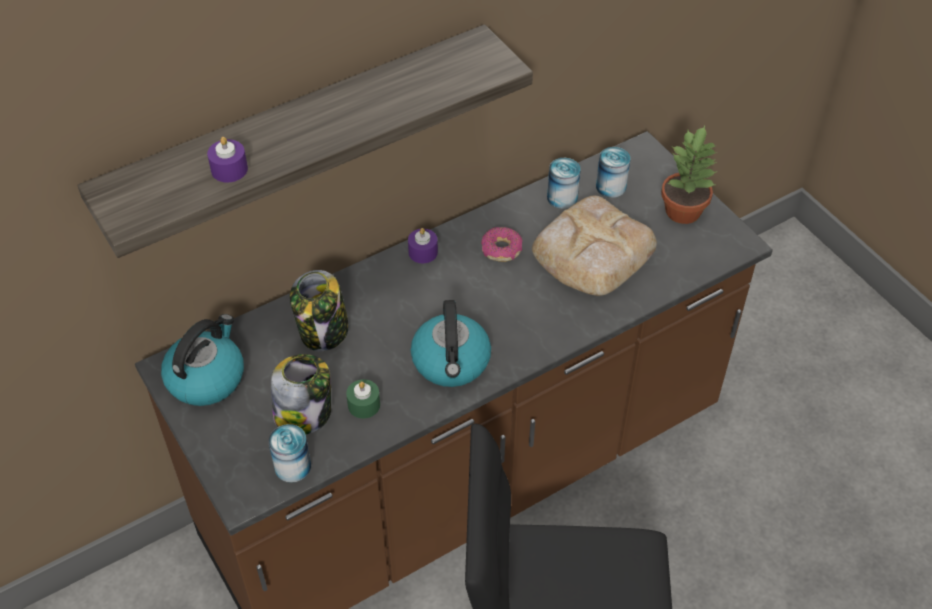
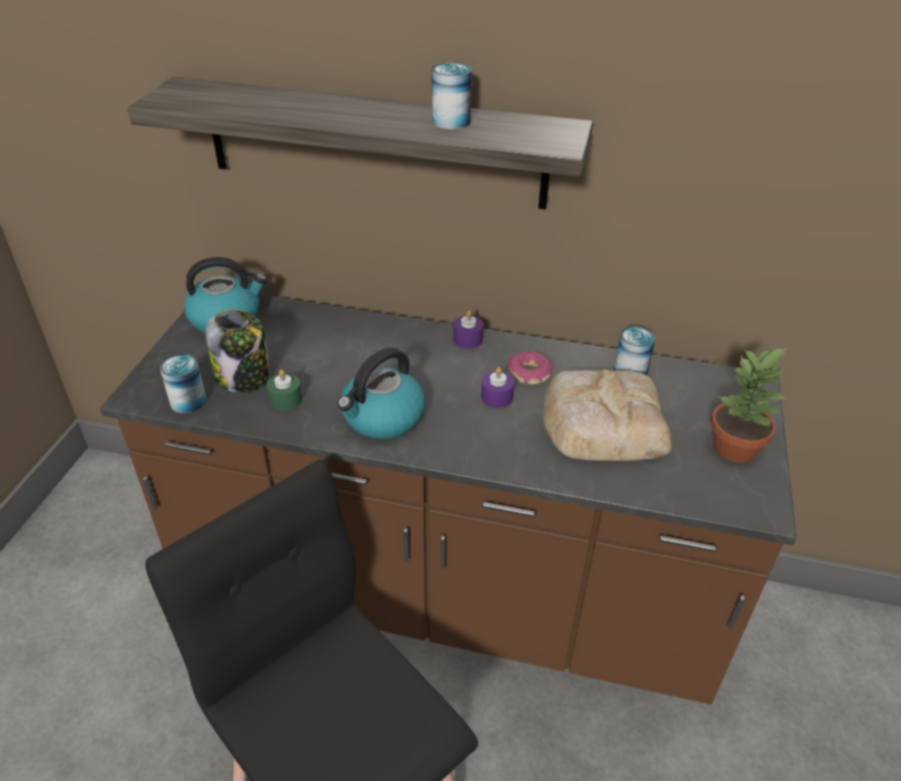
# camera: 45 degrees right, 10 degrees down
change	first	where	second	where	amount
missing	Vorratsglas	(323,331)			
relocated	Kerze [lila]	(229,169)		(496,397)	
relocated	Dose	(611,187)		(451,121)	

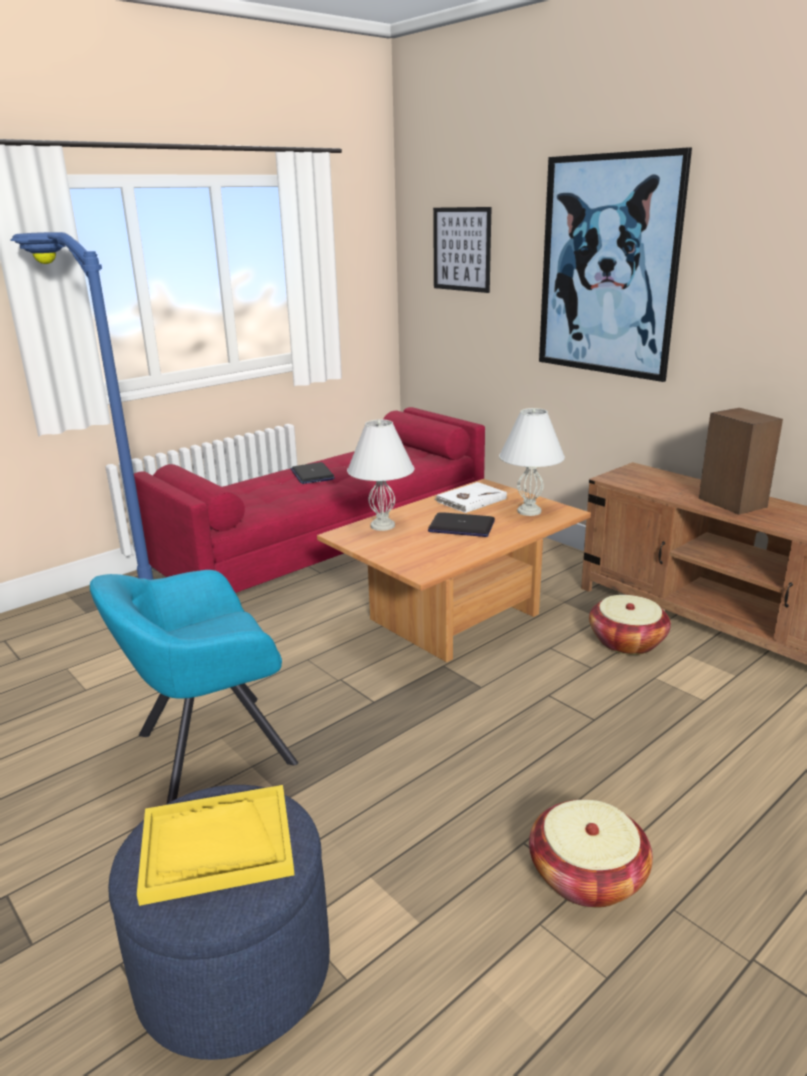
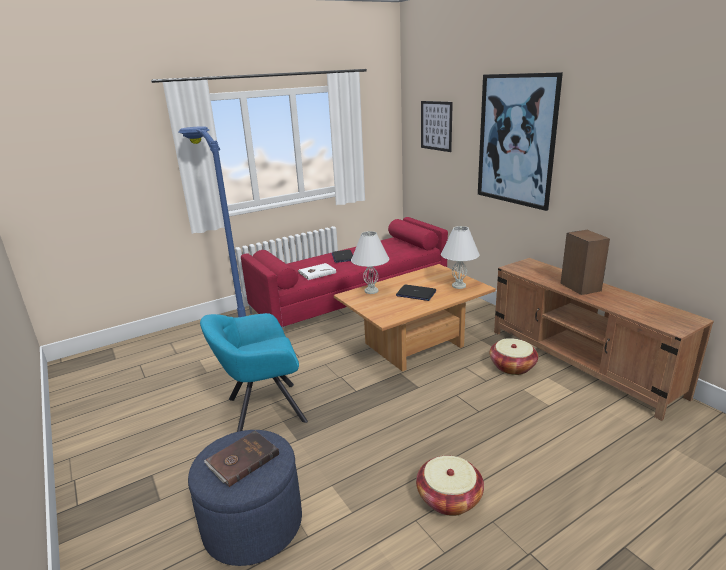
# camera: 10 degrees right, 0 degrees up
change	first	where	second	where	amount
relocated	Buch [weiß]	(470,500)		(317,273)	
exchanged	Tablett [gelb]	(217,846)	Buch [braun]	(242,459)	

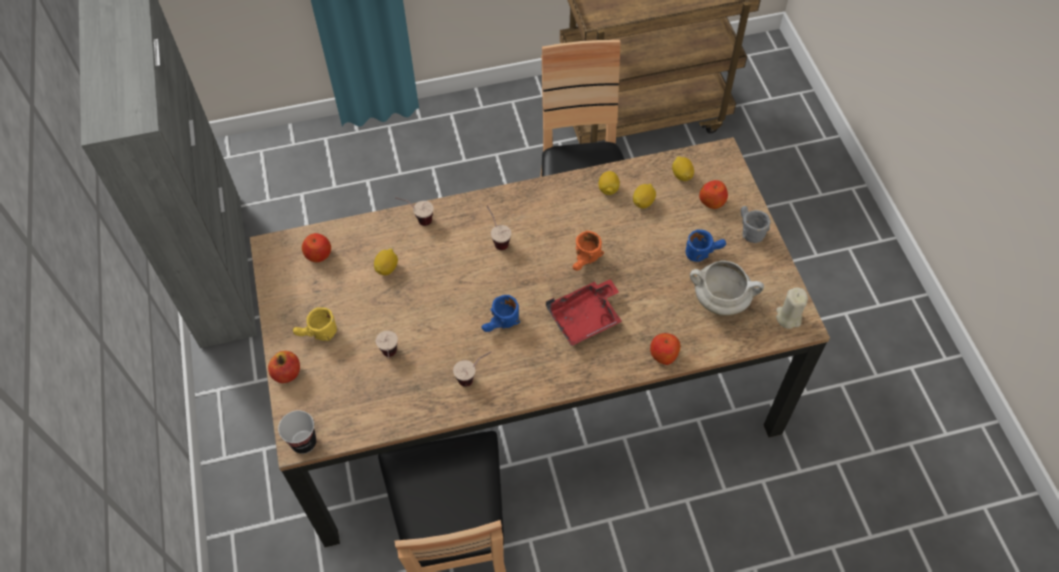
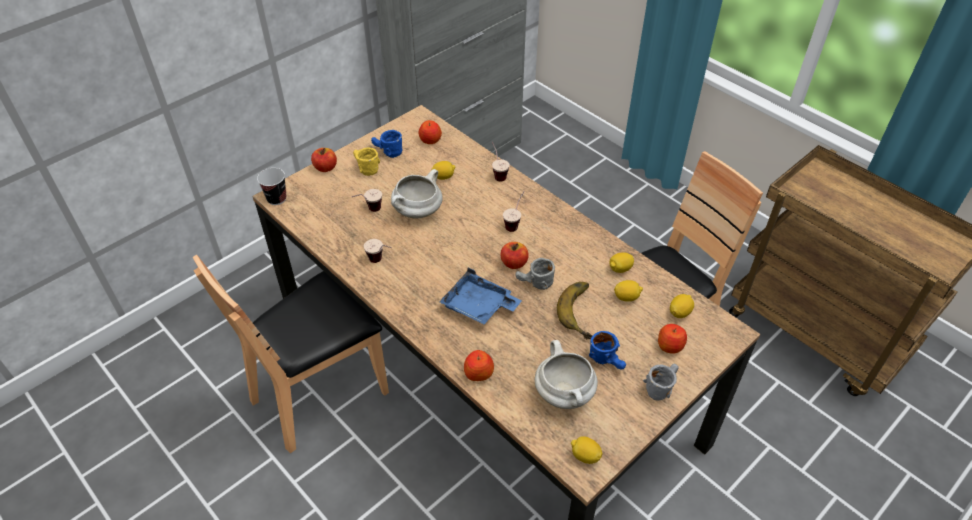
# camera: 60 degrees right, 10 degrees down
change	first	where	second	where	amount
appeared			Kochtopf [weiß]	(417,212)	
appeared			Apfel	(514,263)	
appeared			Banane	(583,311)	
relocated	Henkelbecher [blau]	(501,325)		(387,152)	
exchanged	Kerze [beige]	(788,317)	Zitrone	(585,456)	
colour	Tablett [rot]	(585,318)	Tablett [blau]	(479,306)	
colour	Henkelbecher [orange]	(585,262)	Henkelbecher [grau]	(534,284)	

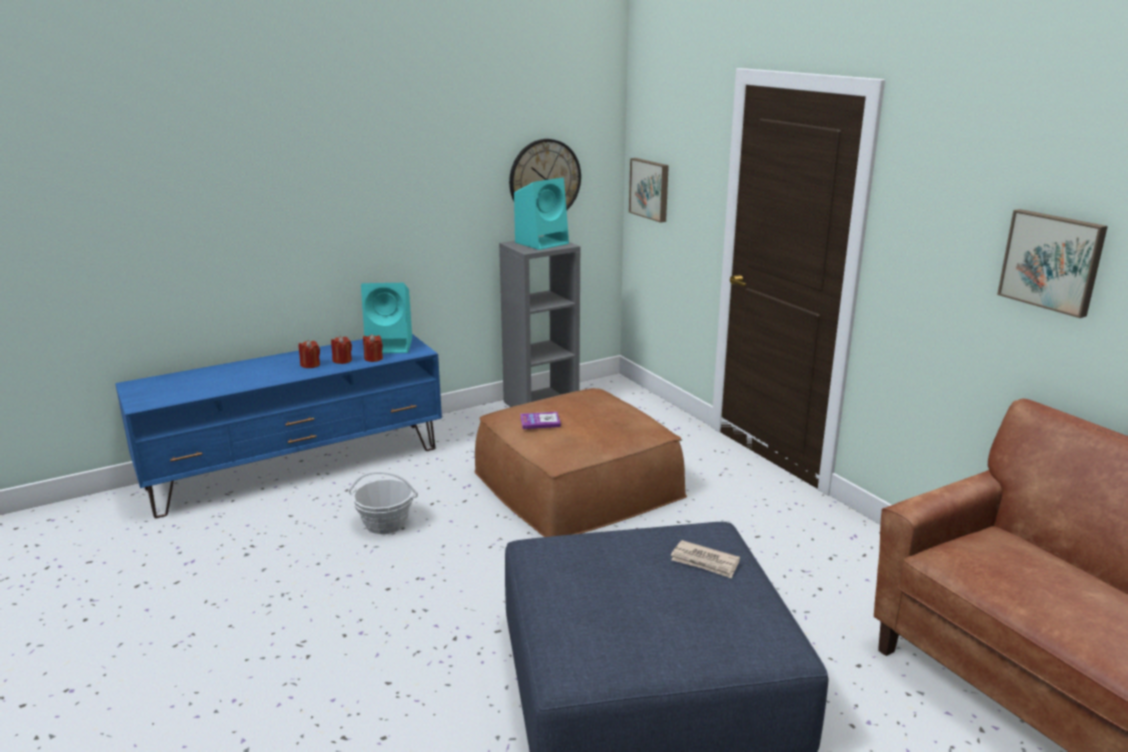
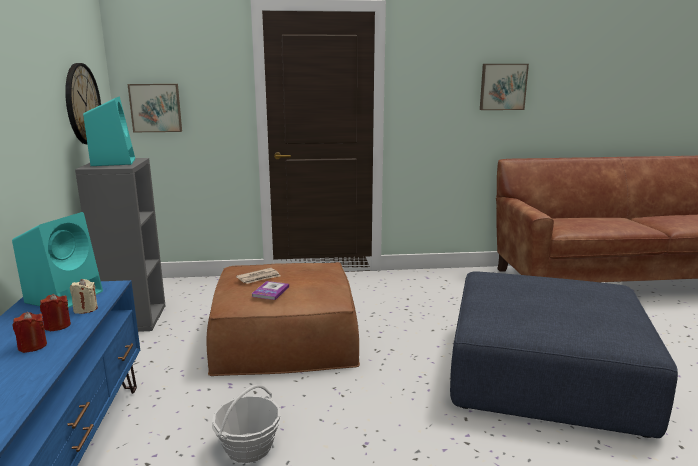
# camera: 65 degrees left, 5 degrees down
change	first	where	second	where	amount
relocated	Zeitung	(705,562)		(259,278)	
colour	Kerze [rot]	(373,358)	Kerze [beige]	(85,309)	

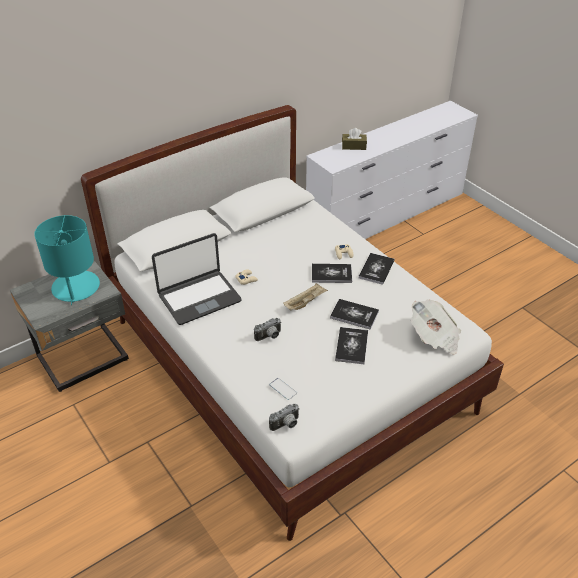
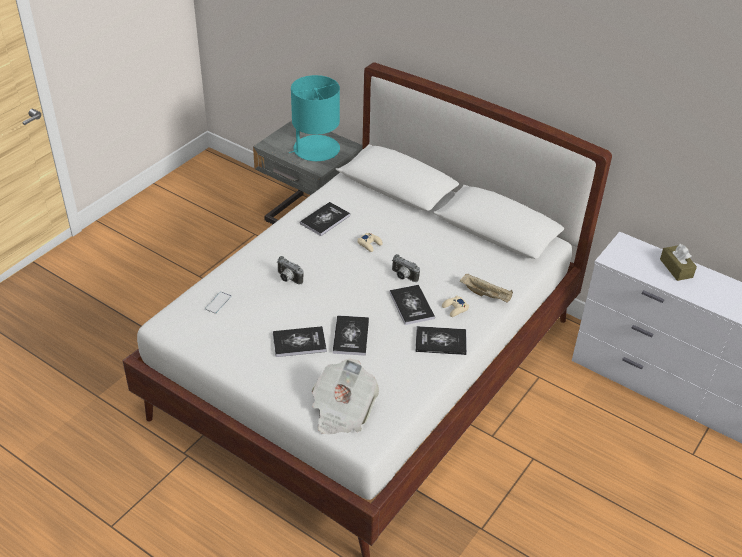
# camera: 70 degrees right, 0 degrees up
change	first	where	second	where	amount
relocated	Kamera	(286,425)		(403,276)	
relocated	Tablett [beige]	(305,302)		(486,295)	
exchanged	Laptop	(199,298)	Buch	(325,219)	

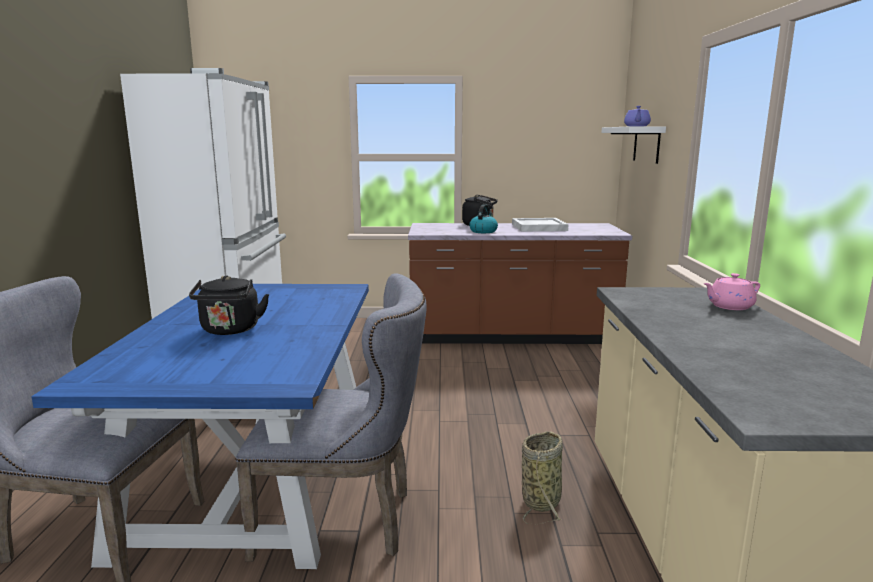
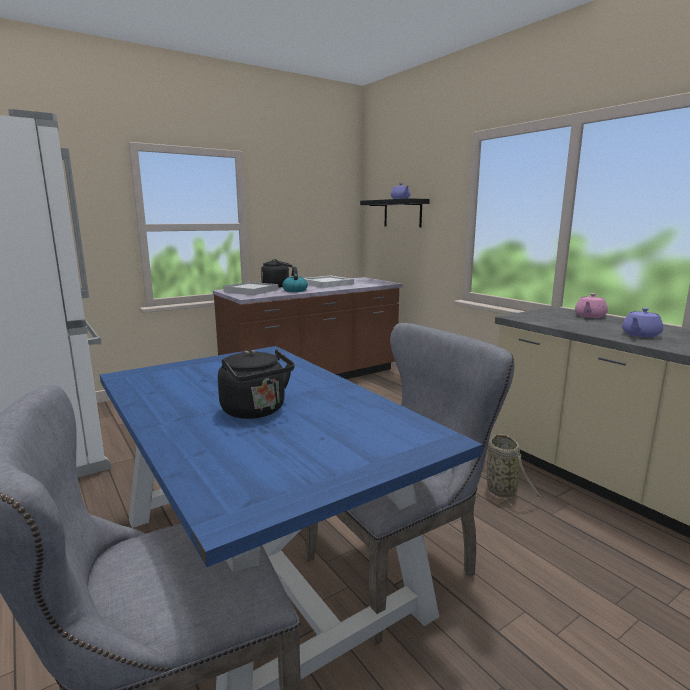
# camera: 35 degrees left, 0 degrees up
change	first	where	second	where	amount
appeared			Tablett [weiß]	(251,291)	
appeared			Teekanne [lila]	(640,335)	
colour	Wandregal [weiß]	(646,144)	Wandregal [schwarz]	(402,213)	

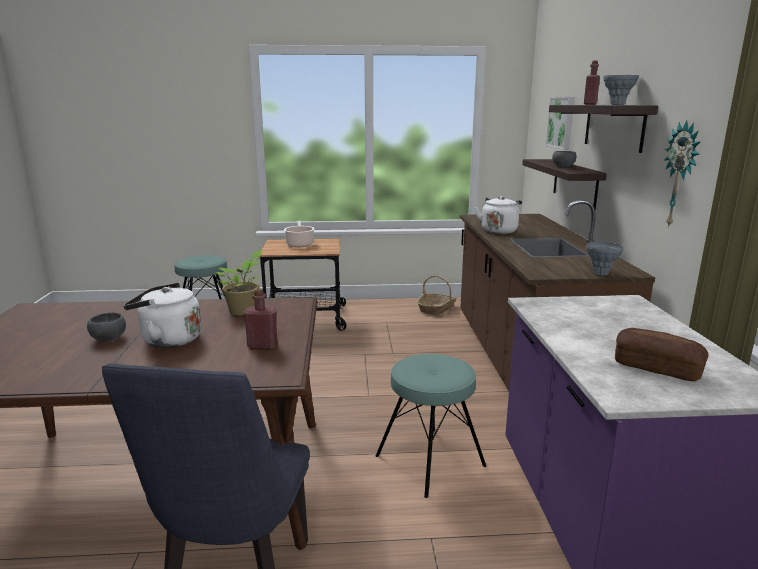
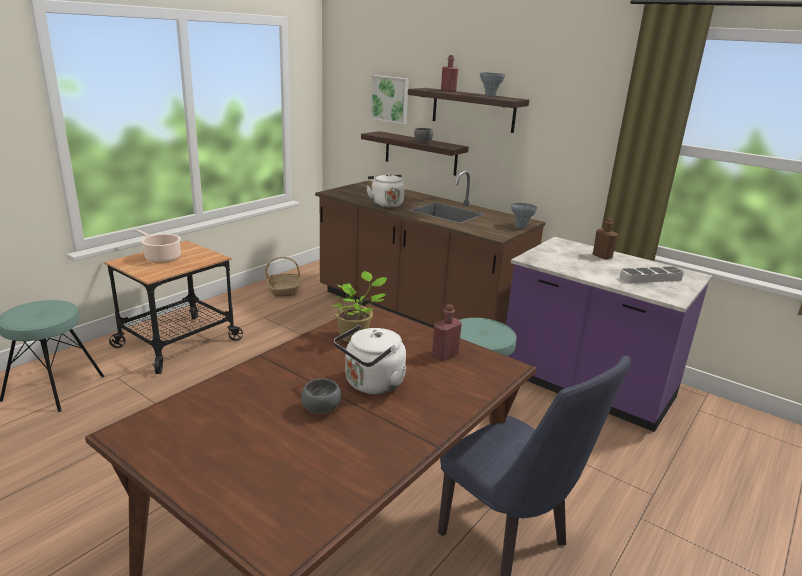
# camera: 50 degrees left, 5 degrees up
change	first	where	second	where	amount
missing	Wanduhr	(681,175)			
appeared			Flasche [braun]	(602,256)	
exchanged	Brot	(657,368)	Tablett [grau]	(650,278)	

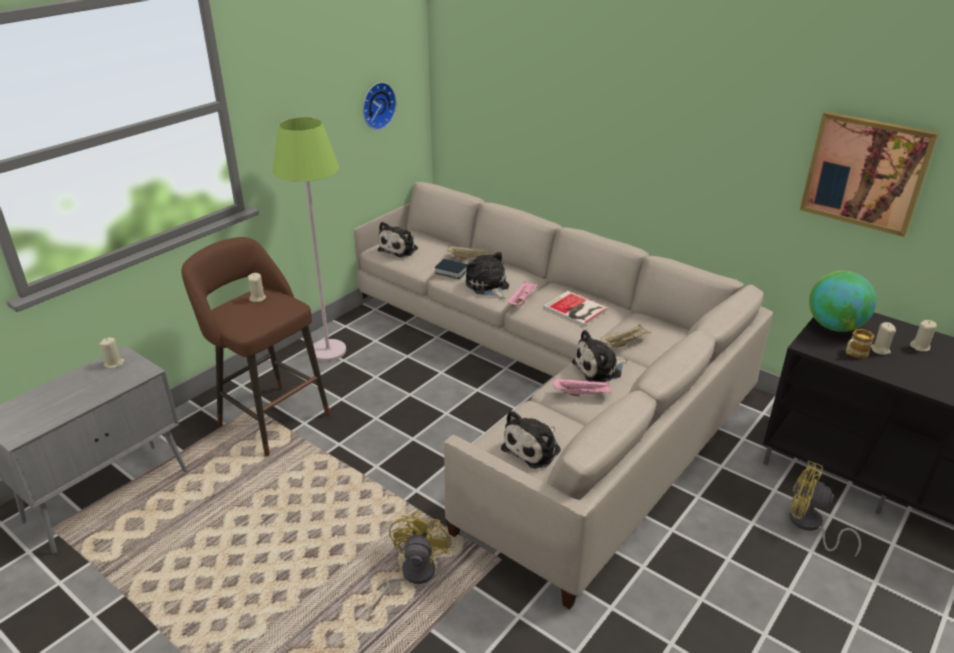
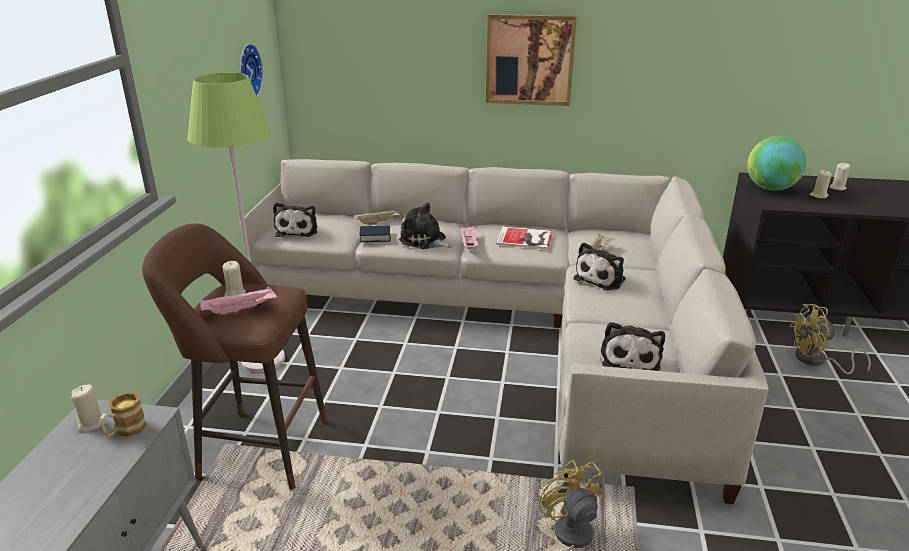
# camera: 30 degrees left, 5 degrees down
change	first	where	second	where	amount
relocated	Tablett [rosa]	(582,394)		(241,310)	
relocated	Bild	(865,172)		(529,60)	
relocated	Henkelbecher	(854,354)		(125,430)	

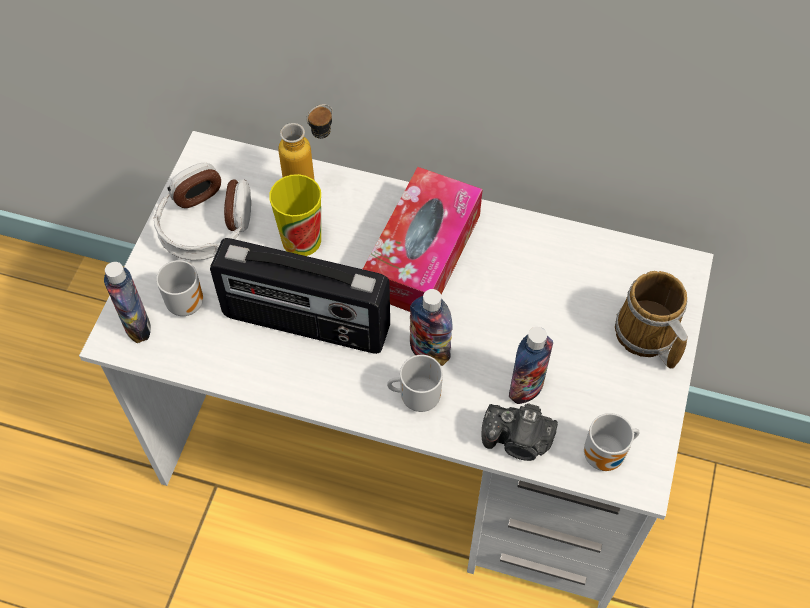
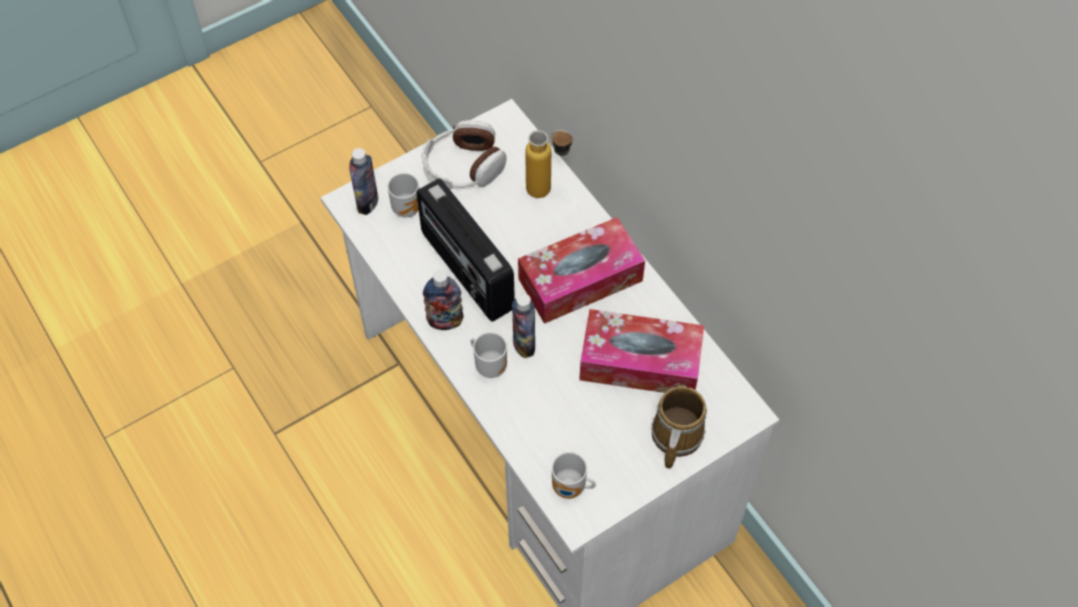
# camera: 40 degrees right, 0 degrees up
change	first	where	second	where	amount
missing	Tasse	(301,240)			
missing	Kamera	(518,441)			
appeared			Taschentuchbox	(640,362)	
relocated	Flasche	(526,388)		(445,321)	

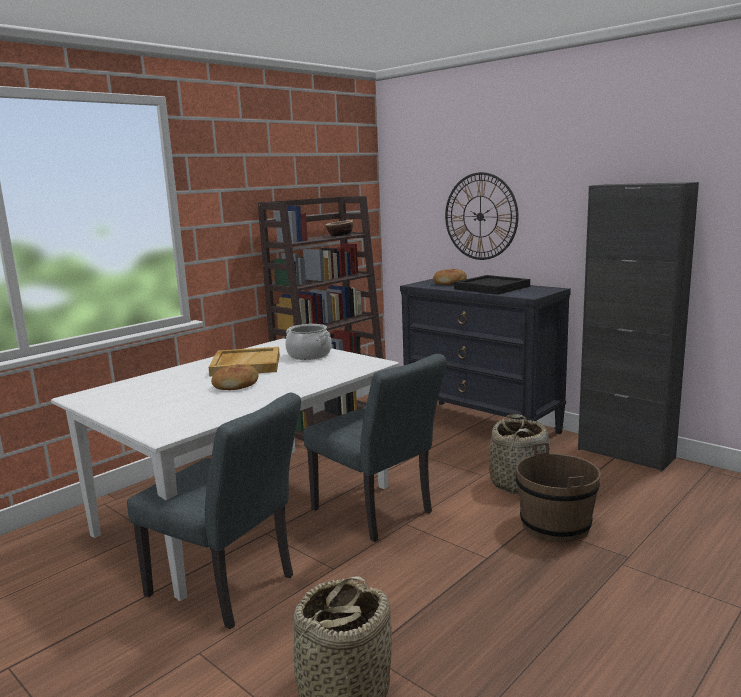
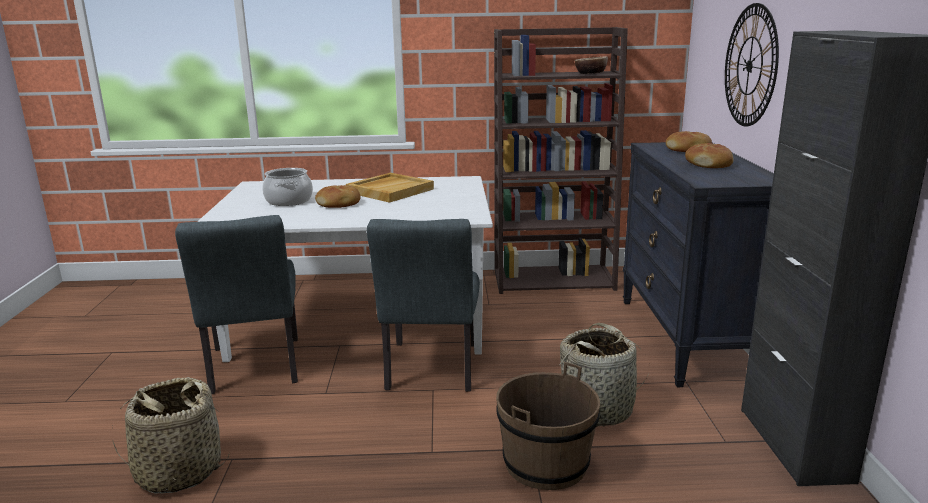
# camera: 45 degrees right, 5 degrees up
change	first	where	second	where	amount
relocated	Kochtopf	(309,355)		(289,201)	
exchanged	Tablett [schwarz]	(491,287)	Brot	(709,164)	

